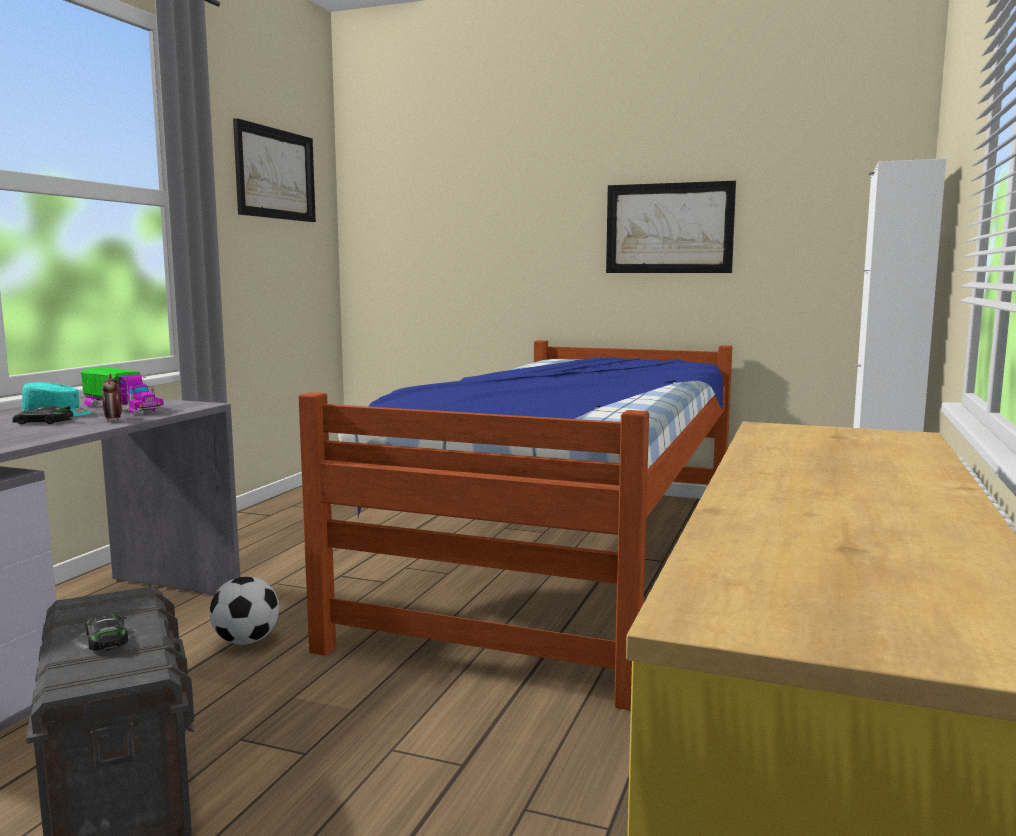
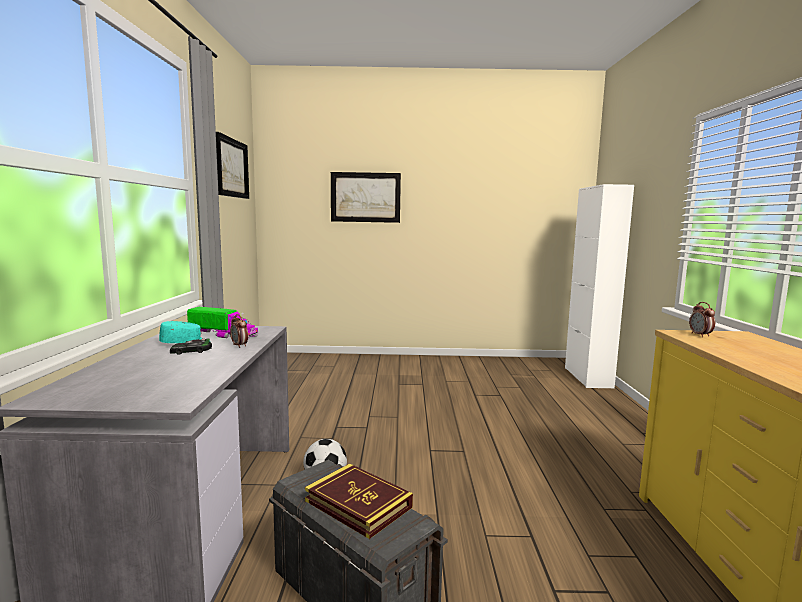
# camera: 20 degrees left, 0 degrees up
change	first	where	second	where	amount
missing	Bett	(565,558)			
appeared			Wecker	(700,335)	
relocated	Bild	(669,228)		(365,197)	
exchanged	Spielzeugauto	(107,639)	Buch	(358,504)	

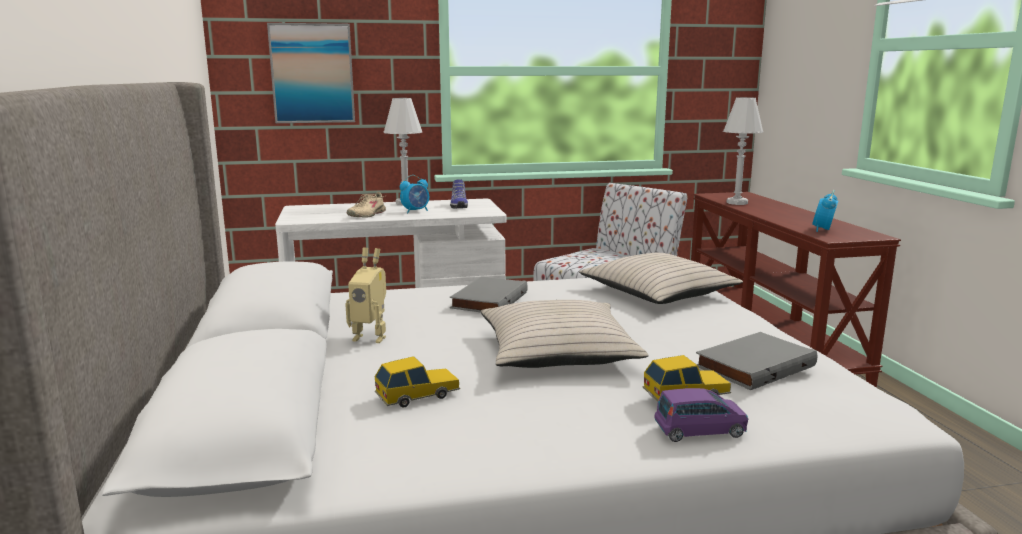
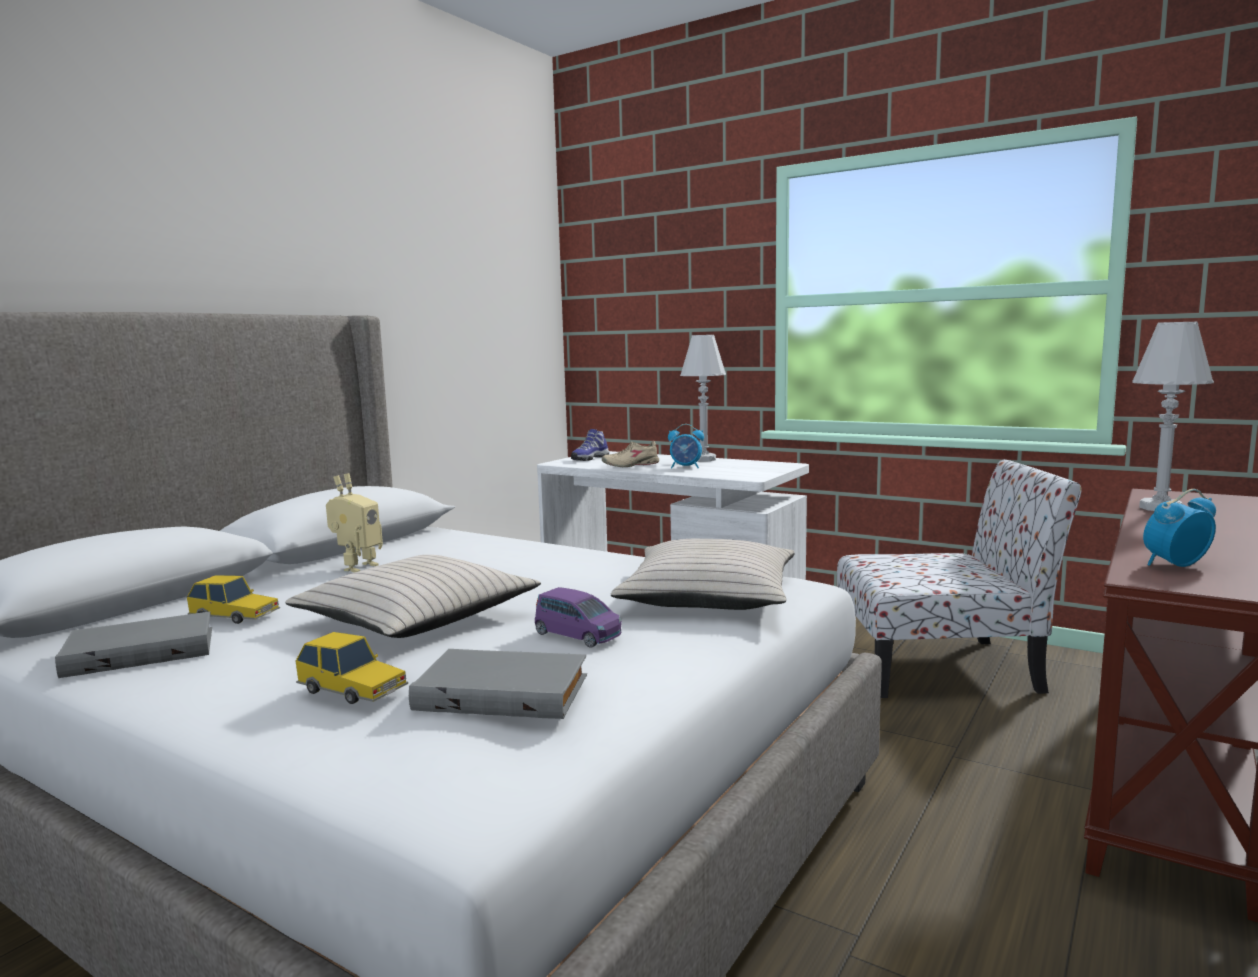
# camera: 45 degrees right, 5 degrees down
change	first	where	second	where	amount
missing	Bild	(312,73)			
relocated	Schuh	(458,206)		(589,459)	
relocated	Buch [grau]	(488,300)		(142,651)	
relocated	Spielzeugauto [lila]	(700,430)		(578,635)	
spun	Spielzeugroboter	(371,337)		(356,567)	120 degrees counterclockwise

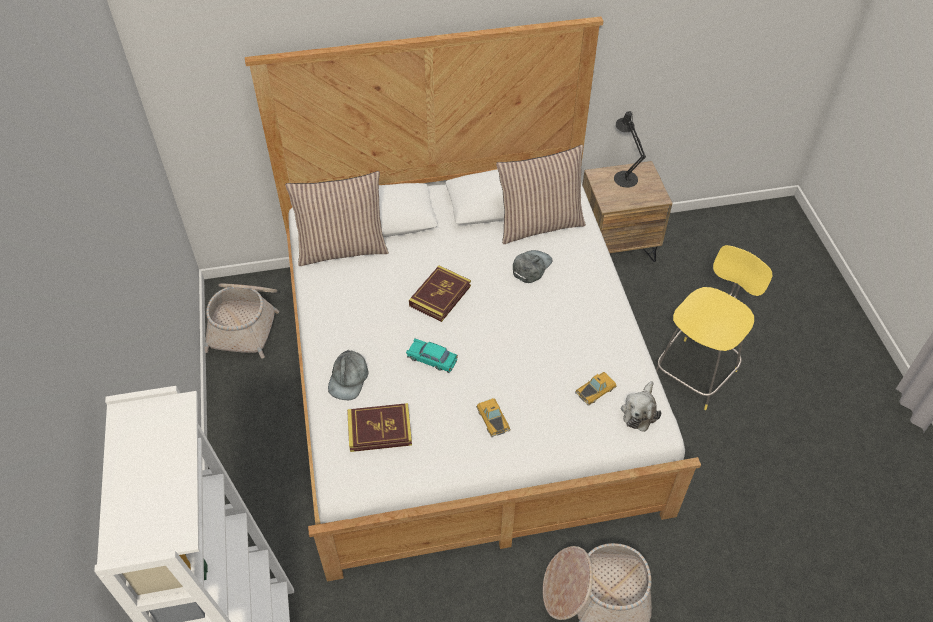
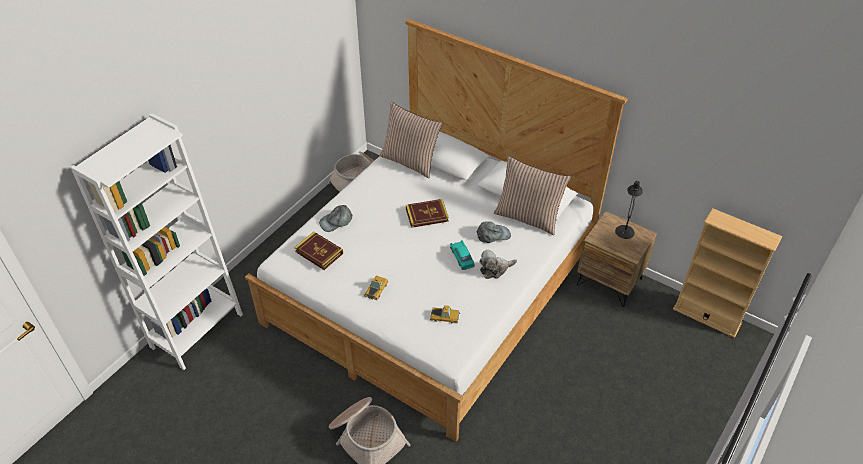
# camera: 45 degrees right, 5 degrees down
change	first	where	second	where	amount
missing	Hocker [gelb]	(696,372)			
appeared			Bücherregal [beige]	(707,316)	
relocated	Spielzeugauto [türkis]	(432,359)		(462,258)	
relocated	Plüschtier	(640,411)		(495,269)	

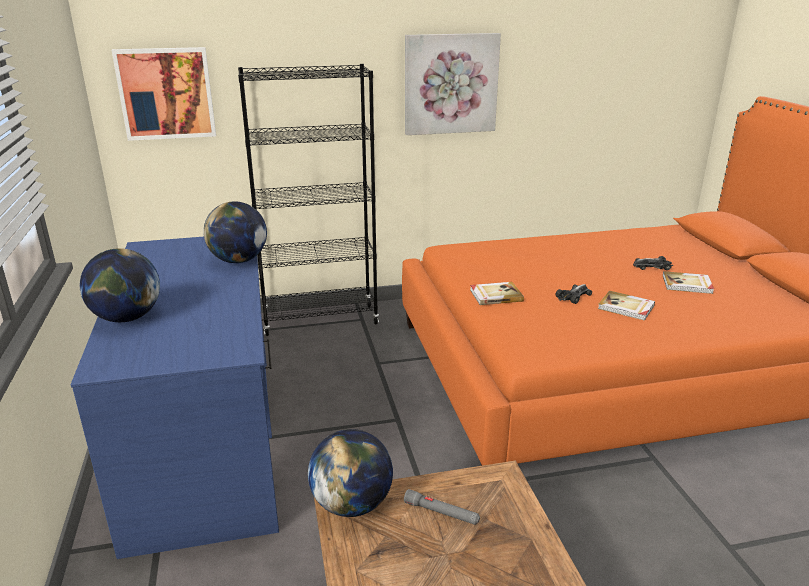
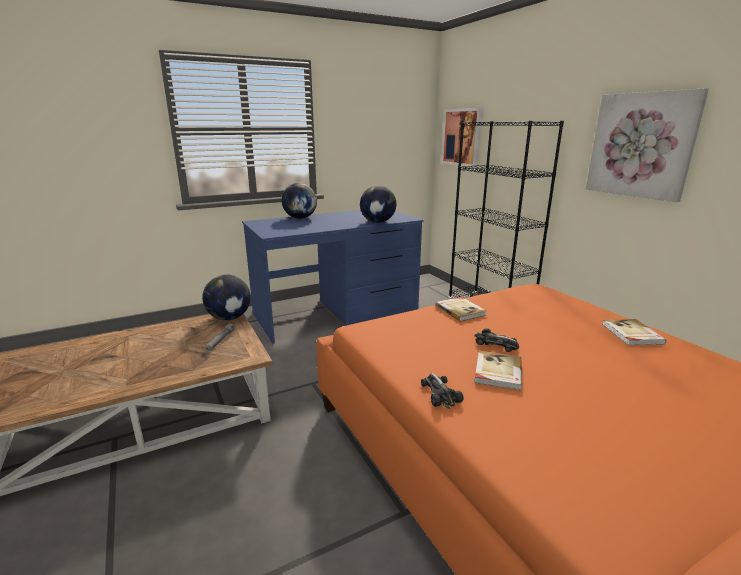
# camera: 75 degrees right, 5 degrees down
change	first	where	second	where	amount
relocated	Spielzeugauto	(652,266)		(440,394)	
relocated	Buch	(687,284)		(631,334)	

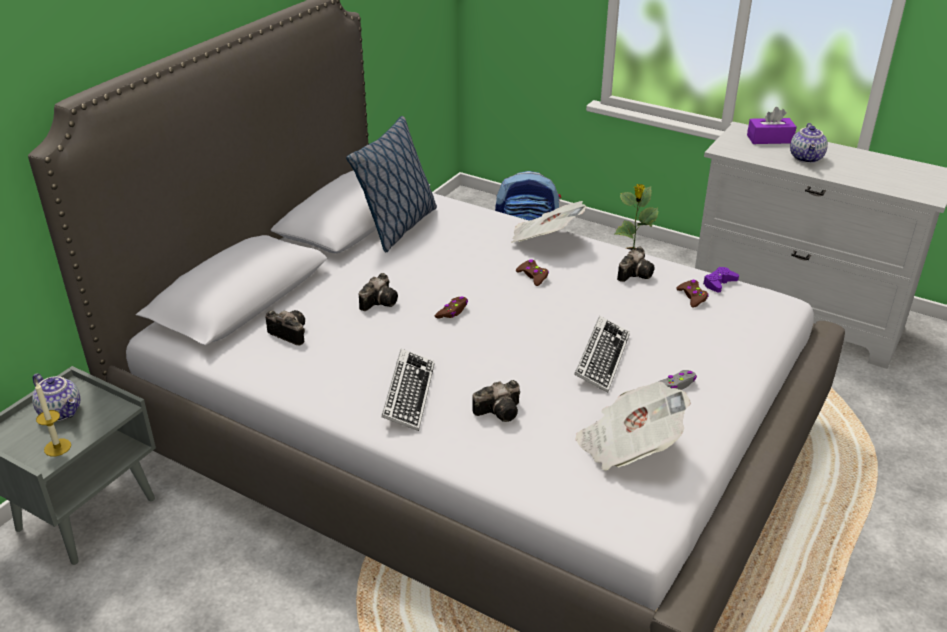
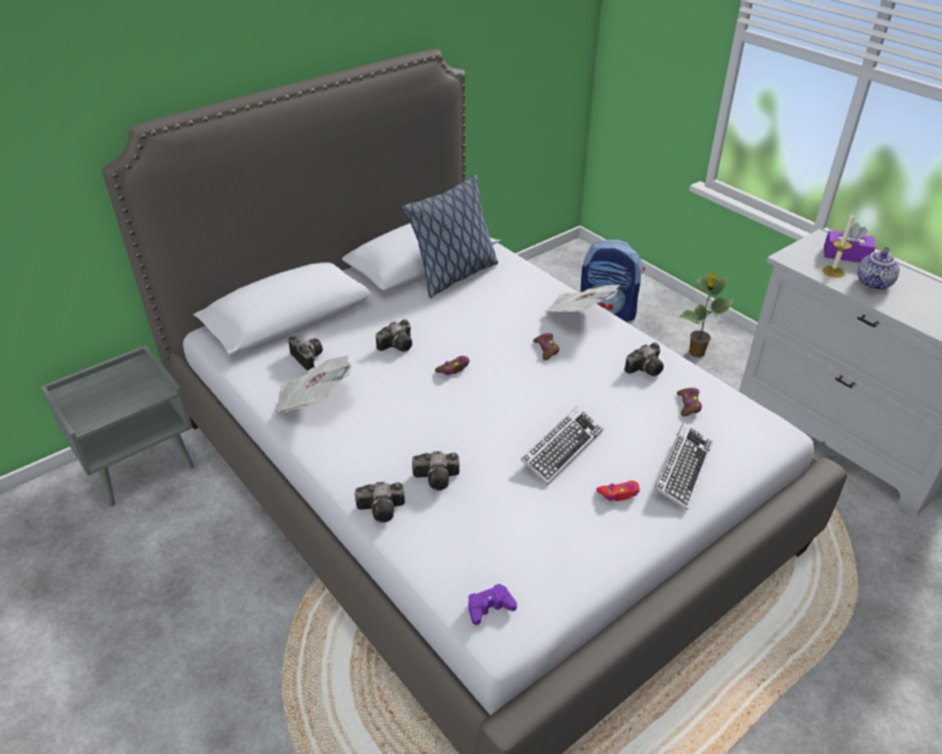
# camera: 20 degrees right, 5 degrees up
change	first	where	second	where	amount
missing	Teekanne	(62,411)			
appeared			Kamera	(383,509)	
relocated	Kerze	(57,447)		(833,271)	
relocated	Tastatur	(408,394)		(682,469)	
relocated	Zeitung	(628,446)		(314,401)	
relocated	Gamepad [lila]	(719,283)		(489,607)	
colour	Gamepad [grau]	(676,385)	Gamepad [rot]	(619,494)	

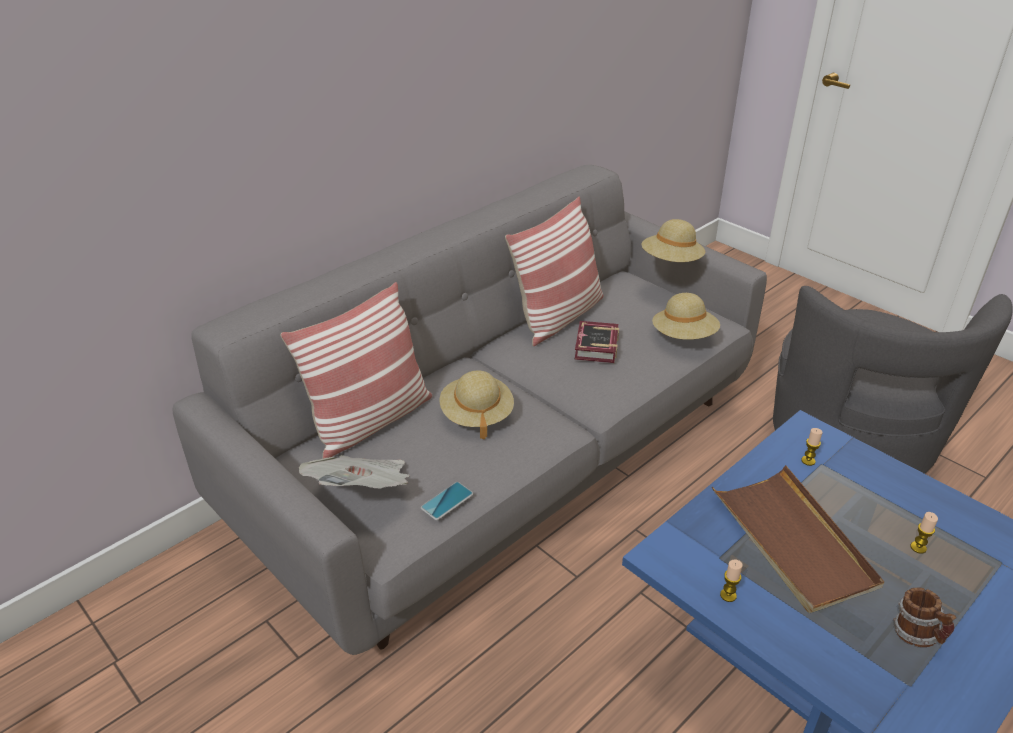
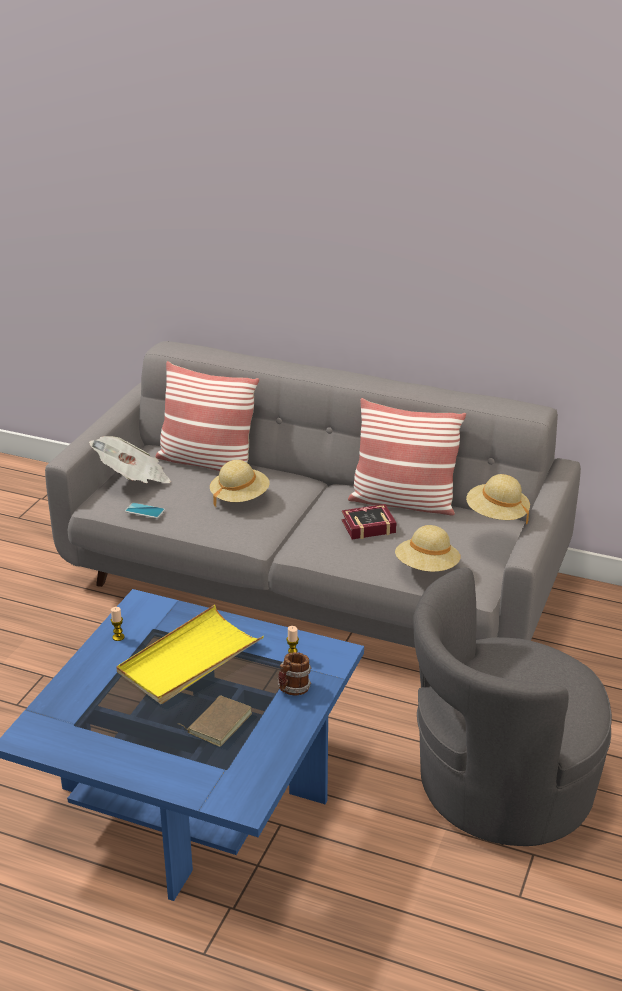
# camera: 65 degrees right, 5 degrees down
change	first	where	second	where	amount
relocated	Henkelbecher	(917,635)		(293,690)	
exchanged	Kerze	(918,547)	Buch [braun]	(218,722)	
colour	Tablett [braun]	(793,541)	Tablett [gelb]	(189,659)	

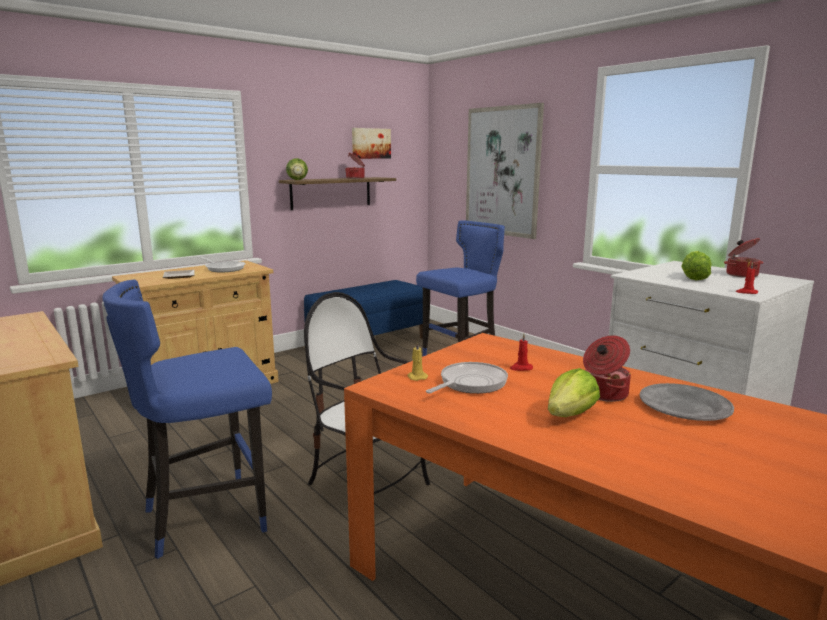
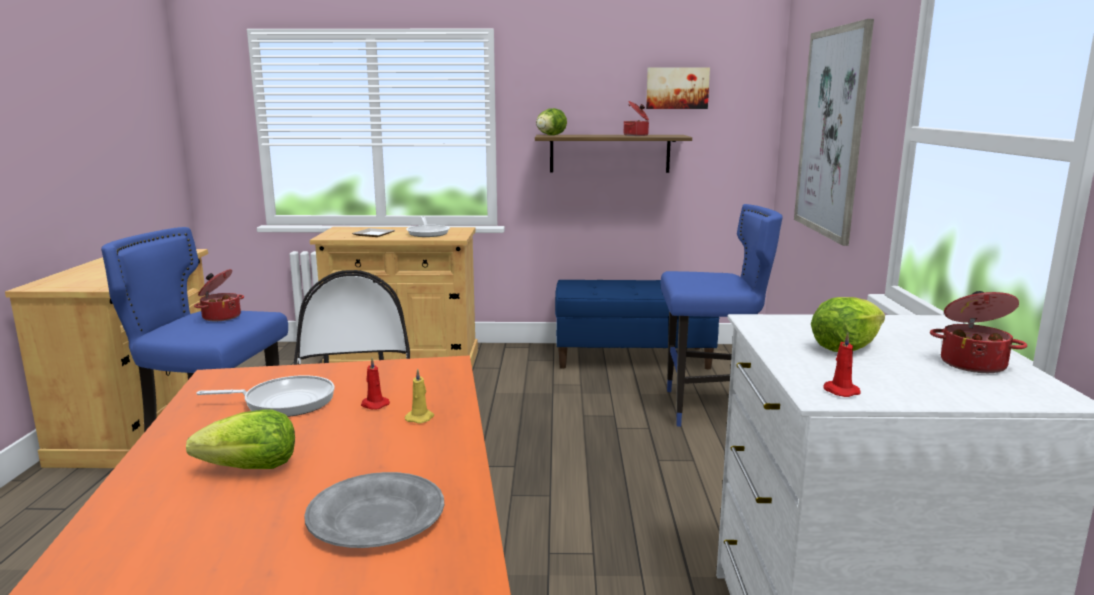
# camera: 40 degrees right, 0 degrees up
change	first	where	second	where	amount
relocated	Kerze [gelb]	(416,377)		(420,418)	
relocated	Kochtopf	(604,394)		(221,316)	

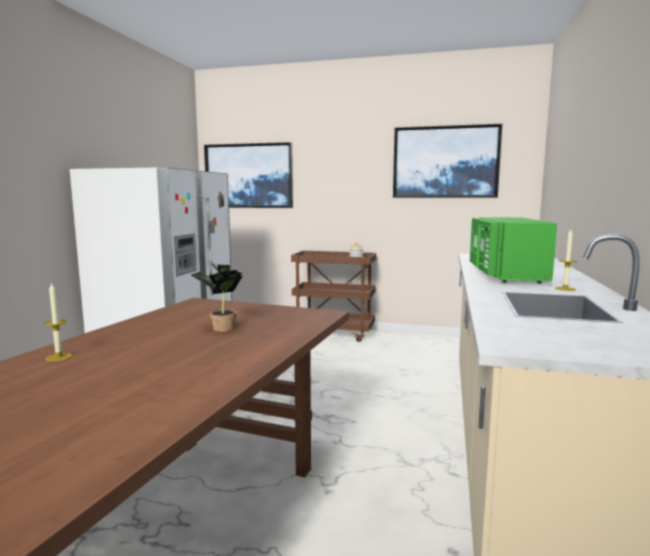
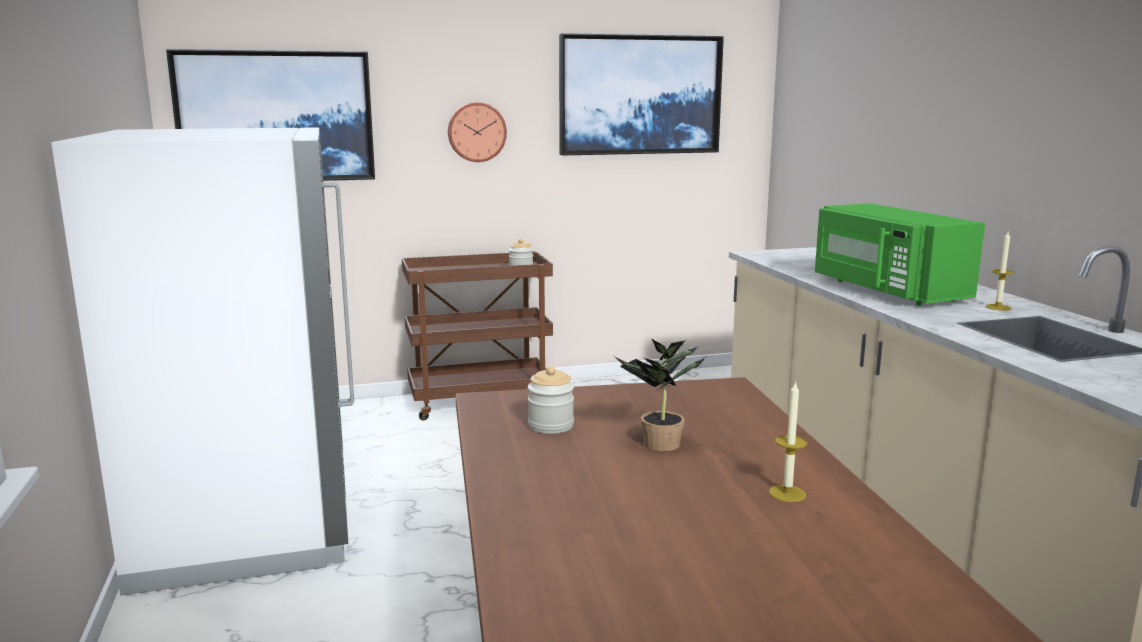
# camera: 30 degrees left, 5 degrees up
change	first	where	second	where	amount
appeared			Wanduhr	(476,132)	
appeared			Vorratsglas	(551,426)	
relocated	Kerze	(59,357)		(787,493)	

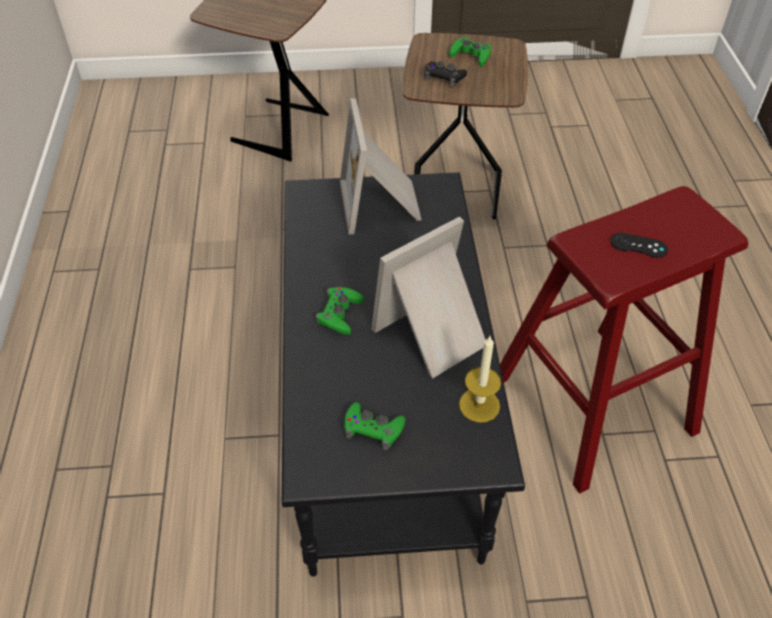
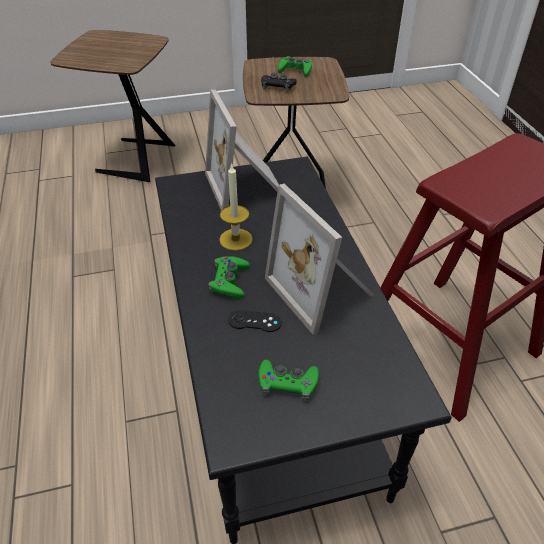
# camera: 10 degrees left, 5 degrees down
change	first	where	second	where	amount
relocated	Kerze	(479,405)		(236,239)	
relocated	Gamepad [schwarz]	(638,245)		(254,321)	
spun	Bilderrahmen	(434,335)		(323,289)	75 degrees counterclockwise

